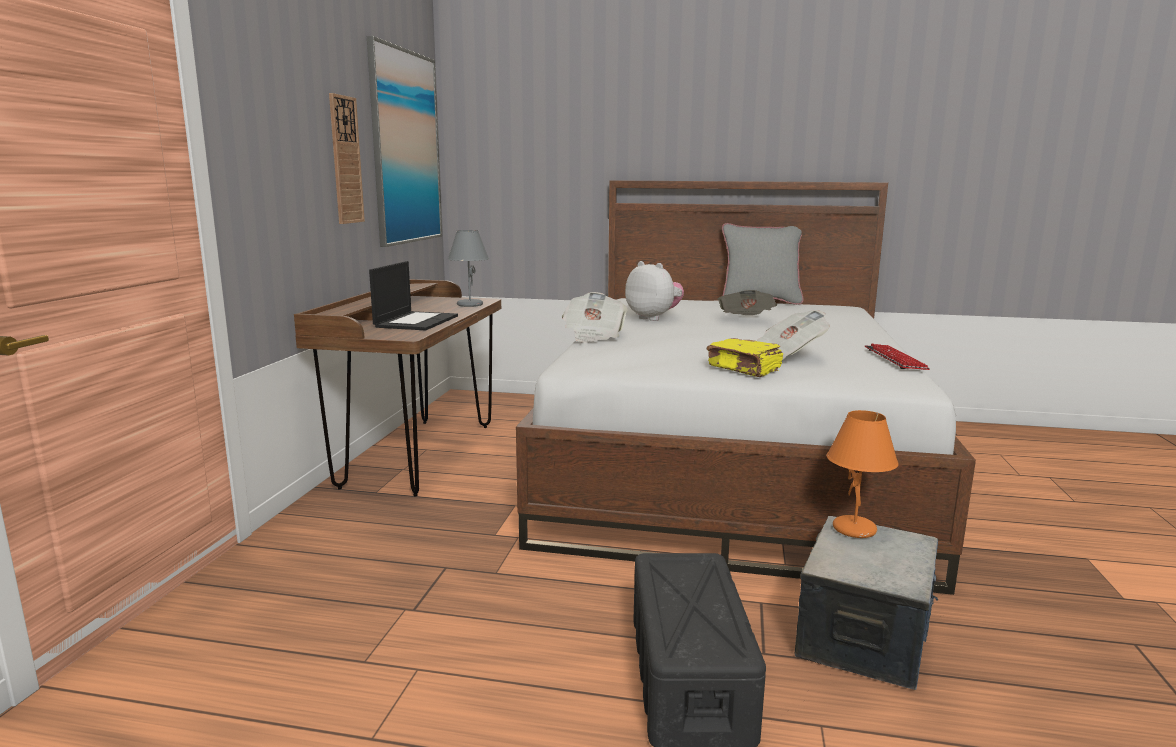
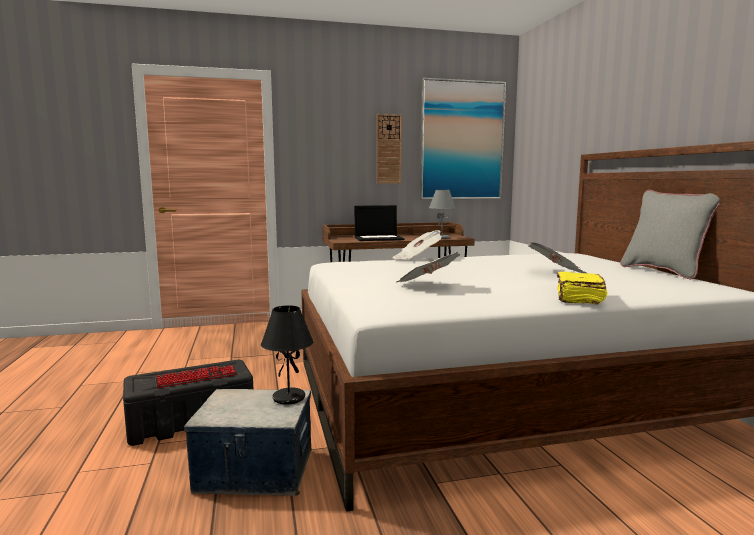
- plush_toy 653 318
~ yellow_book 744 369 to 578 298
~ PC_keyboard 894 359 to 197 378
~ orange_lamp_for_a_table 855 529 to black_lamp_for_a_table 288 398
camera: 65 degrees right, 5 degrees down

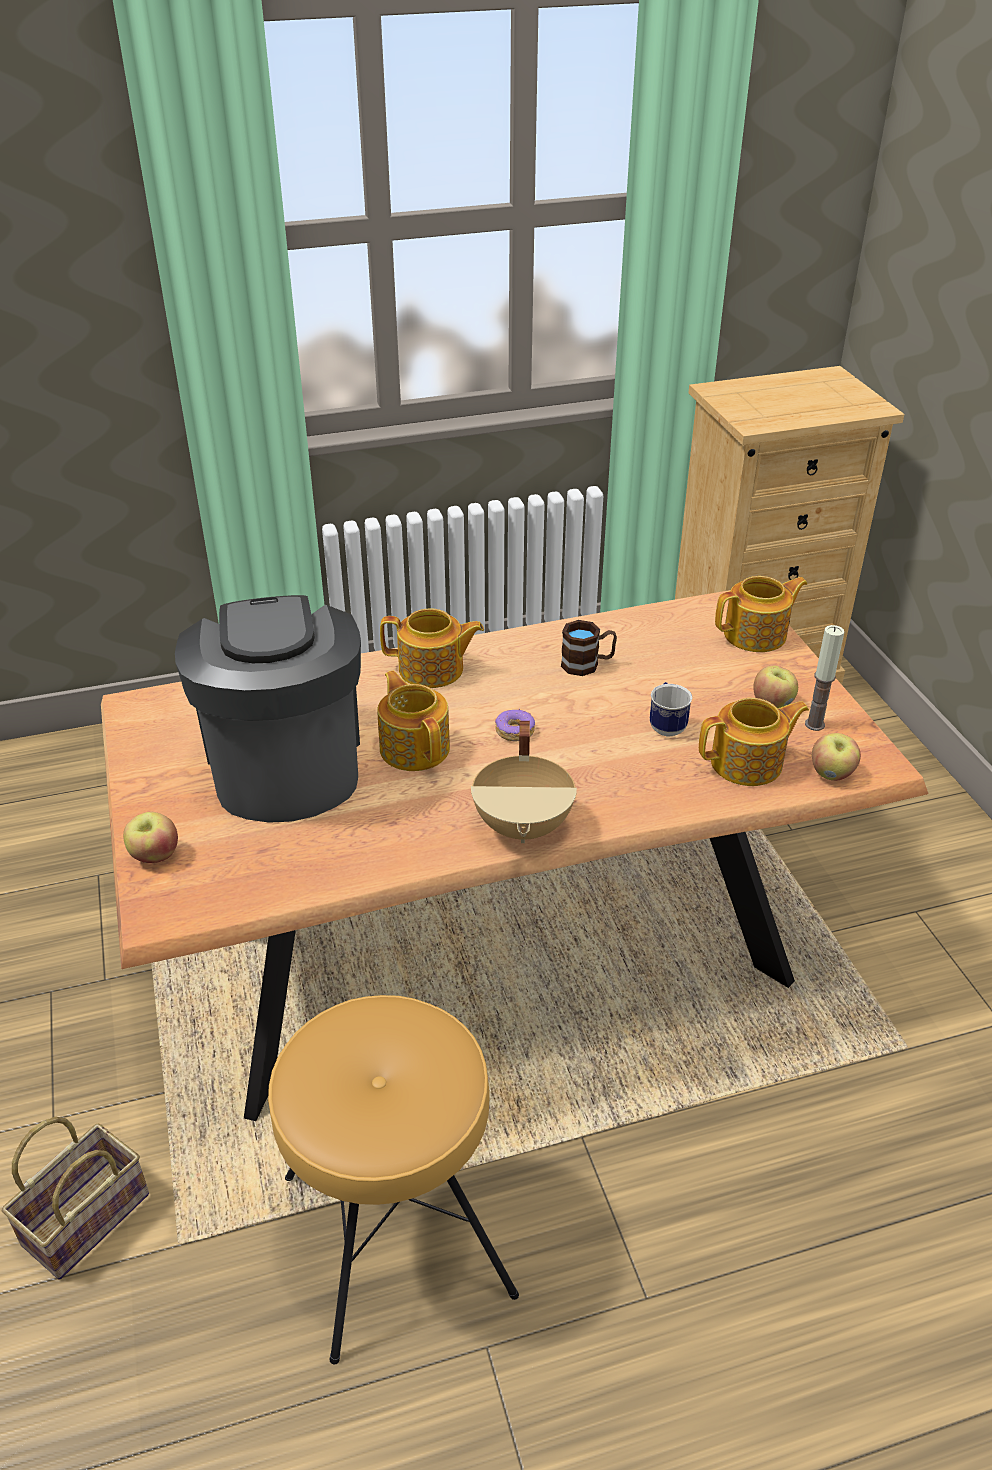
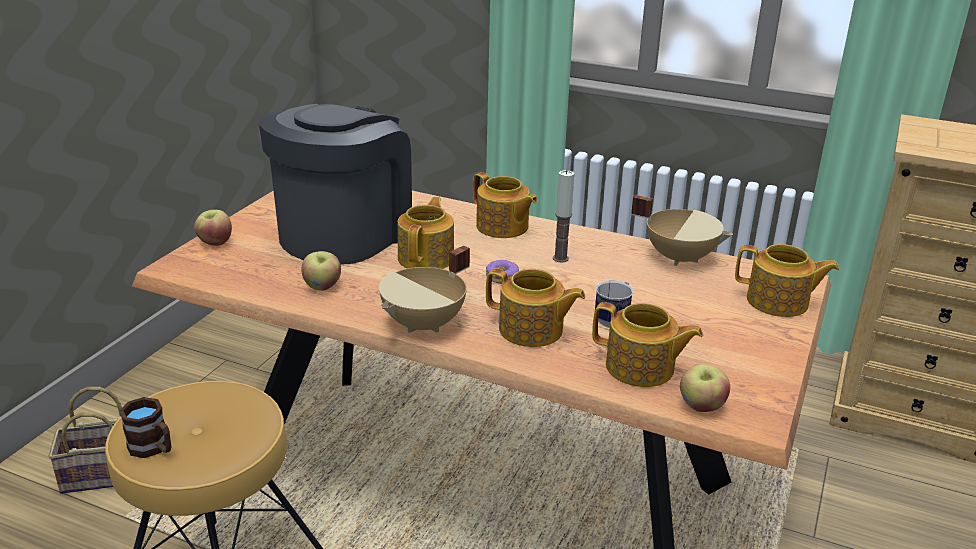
+ pot_for_tea 532 330
+ beige-coloured_saucepot 679 257
~ brownish_coffee_mug 587 664 to 153 448
~ whole_apple 772 704 to 322 286
~ wax_candle 814 724 to 560 258
camera: 40 degrees right, 10 degrees down

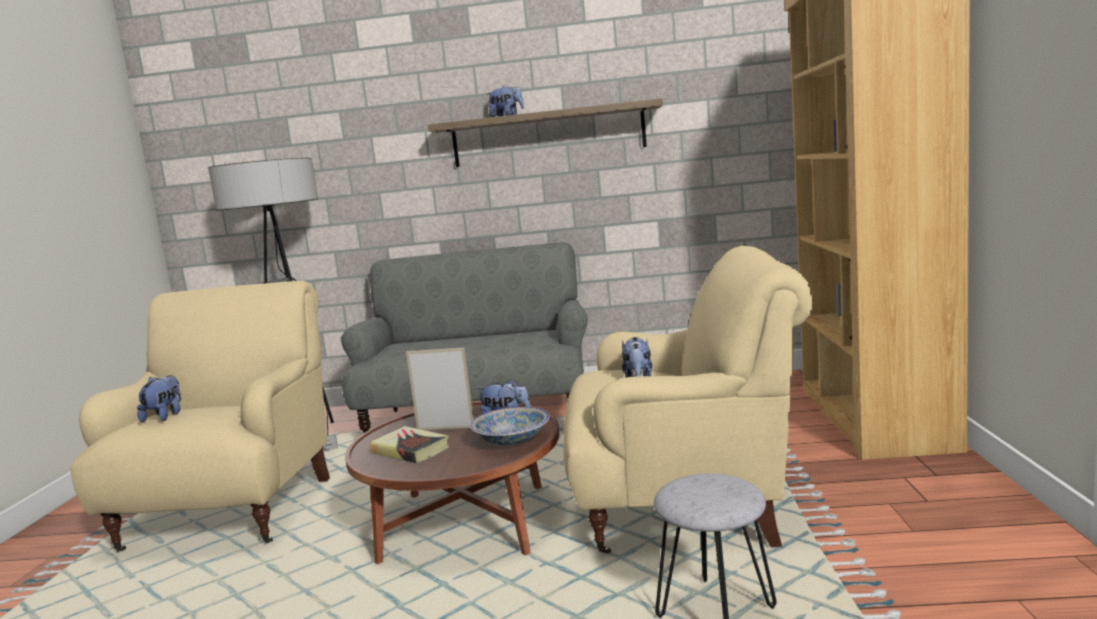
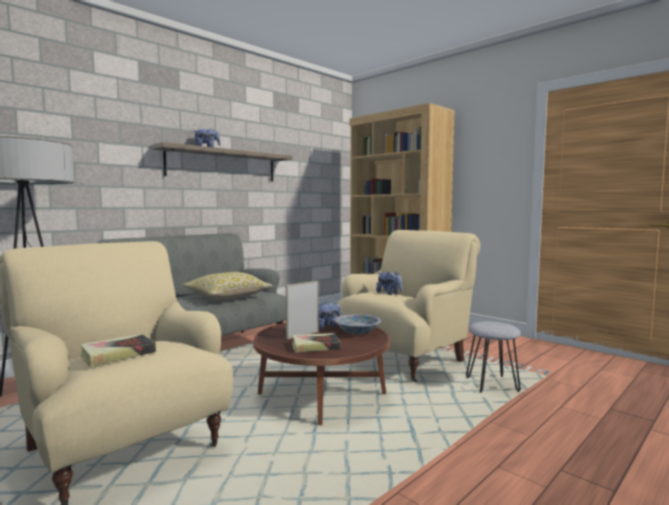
+ pillow 227 297
~ plush_toy 164 416 to book 118 354
camera: 50 degrees left, 5 degrees down

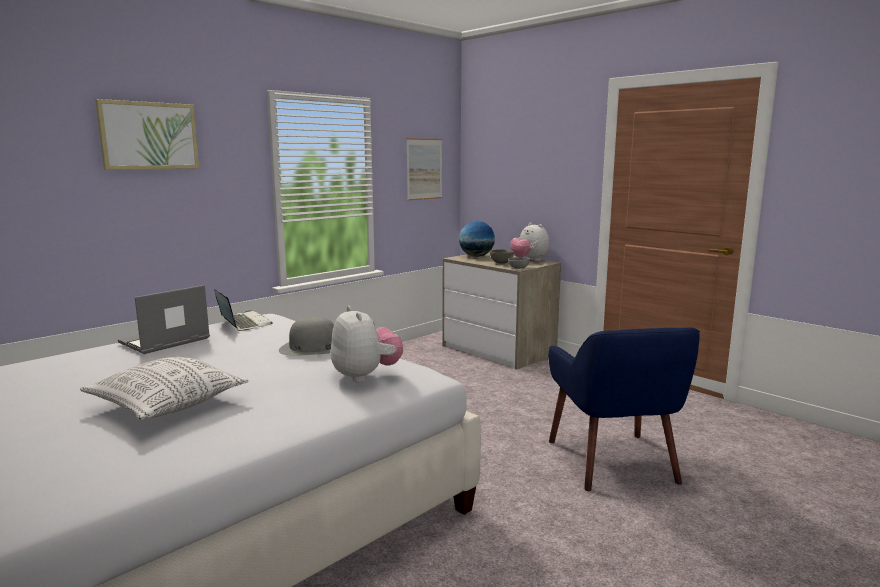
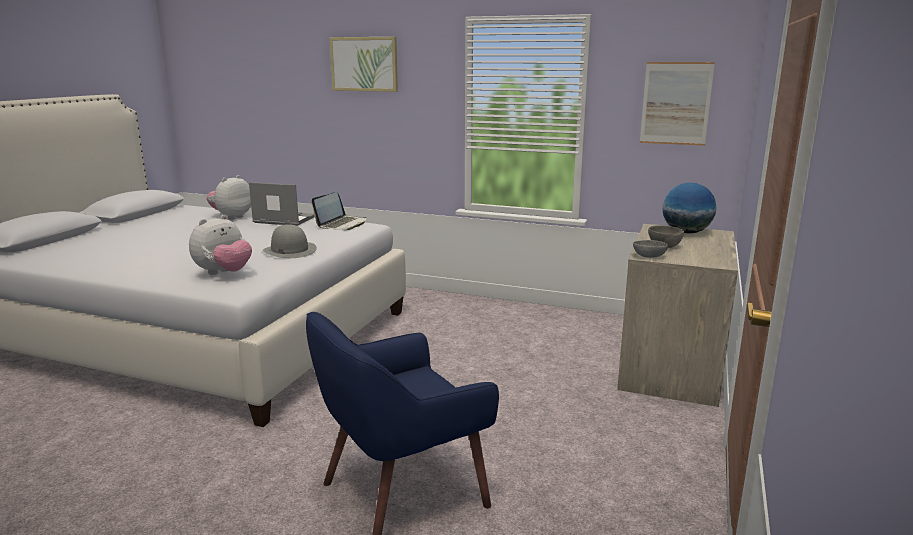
- pillow 167 405
~ plush_toy 529 260 to 231 217
camera: 65 degrees right, 5 degrees up

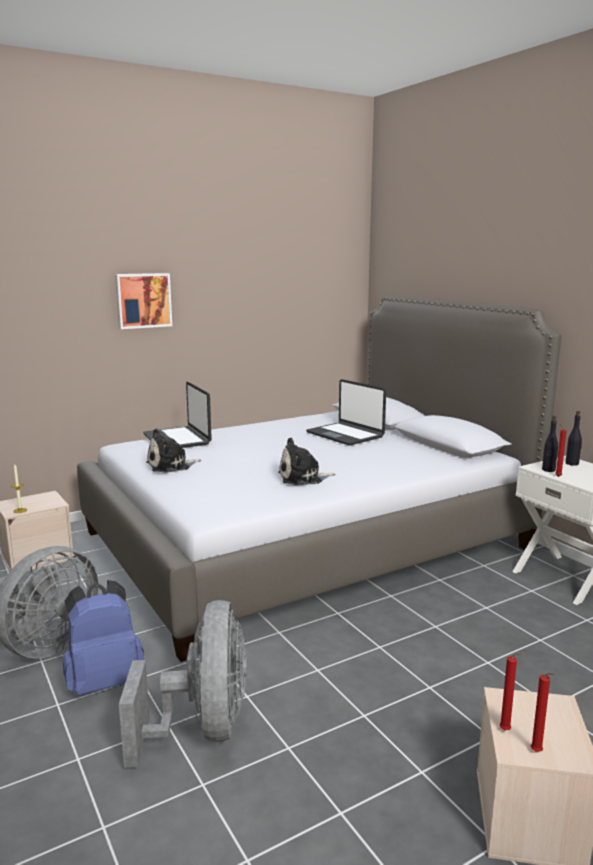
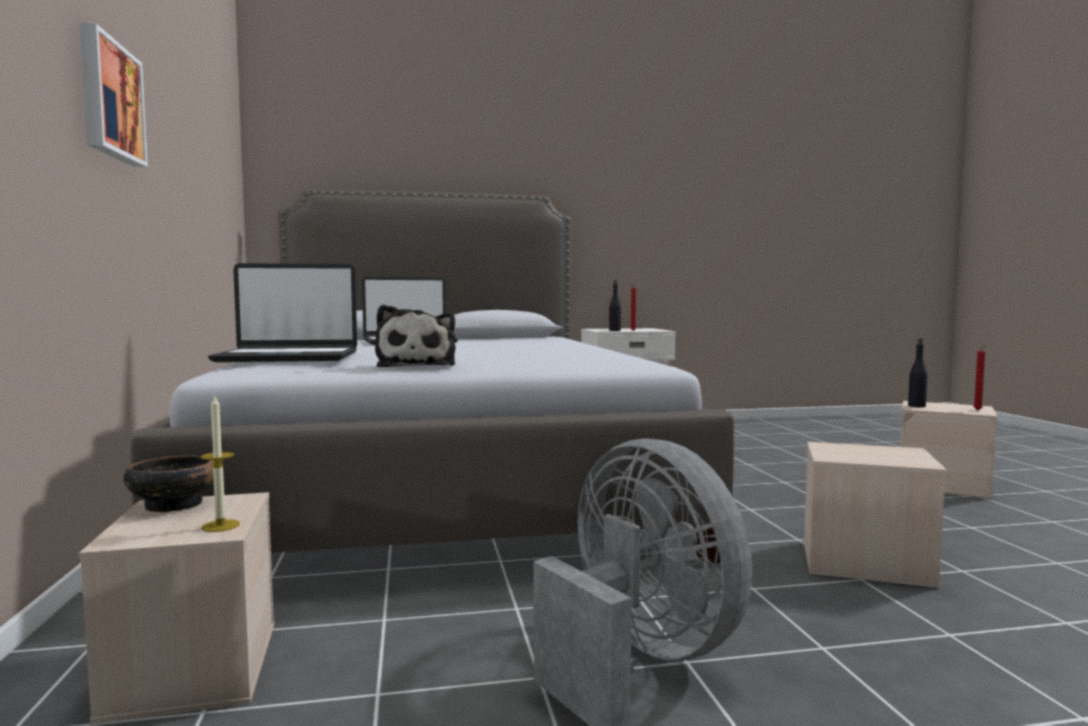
- bluish_backpack 105 681
- plush_toy 303 478
- red_wax_candle 506 731
+ serving_bowl 172 505
~ black_drink_bottle 572 463 to 916 406
~ grey_cooling_fan 203 728 to beige-coloured_storage_bin 864 563
camera: 70 degrees left, 10 degrees down

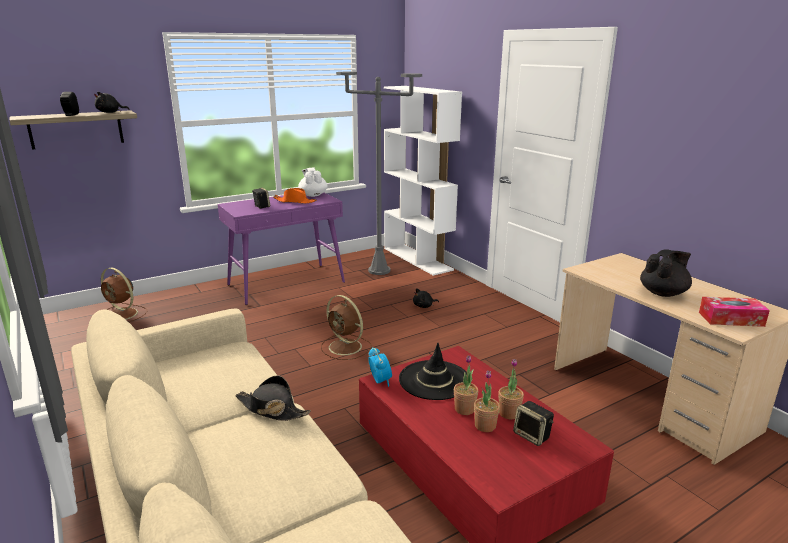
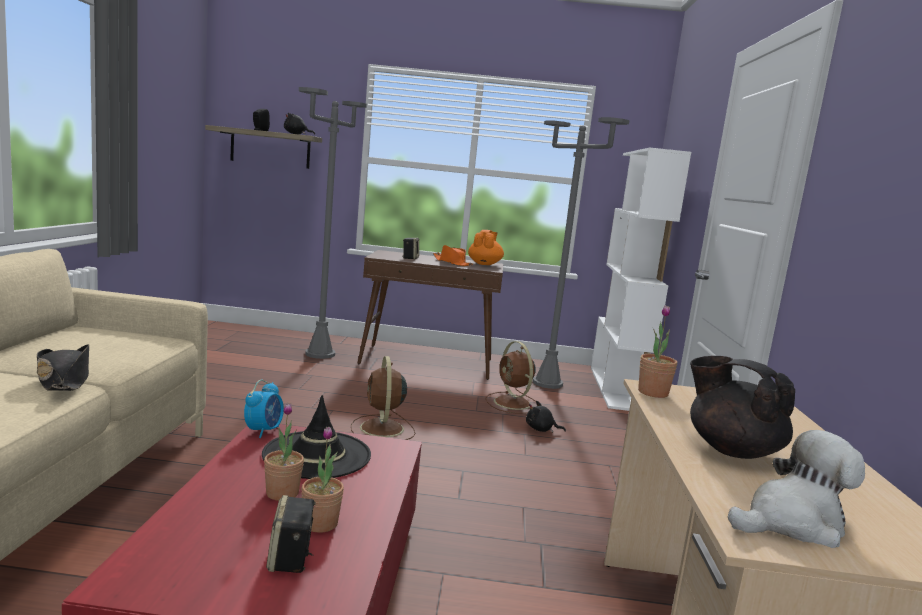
+ grey_standard_lamp 320 354
~ brownish_cooling_fan 123 315 to 513 403
~ houseplant 485 426 to 653 393
~ tissue_holder 731 319 to plush_toy 791 523
~ purplish_console_table 287 283 to brownish_console_table 428 362
~ white_pot_for_tea 313 195 to orange_pot_for_tea 484 264
~ black_pot_for_tea 663 293 = 731 450 135 degrees counterclockwise
camera: 35 degrees right, 10 degrees down

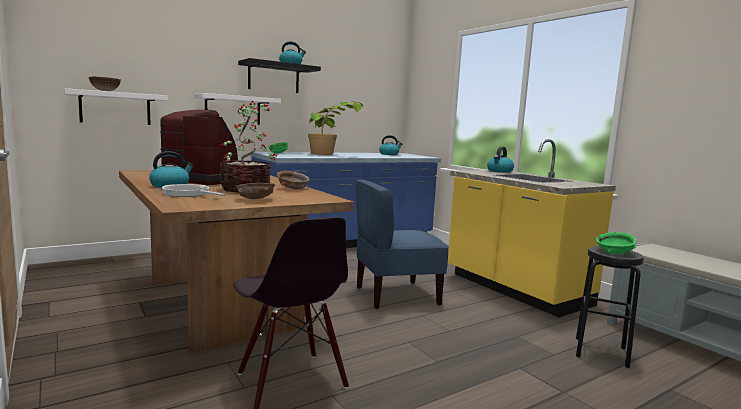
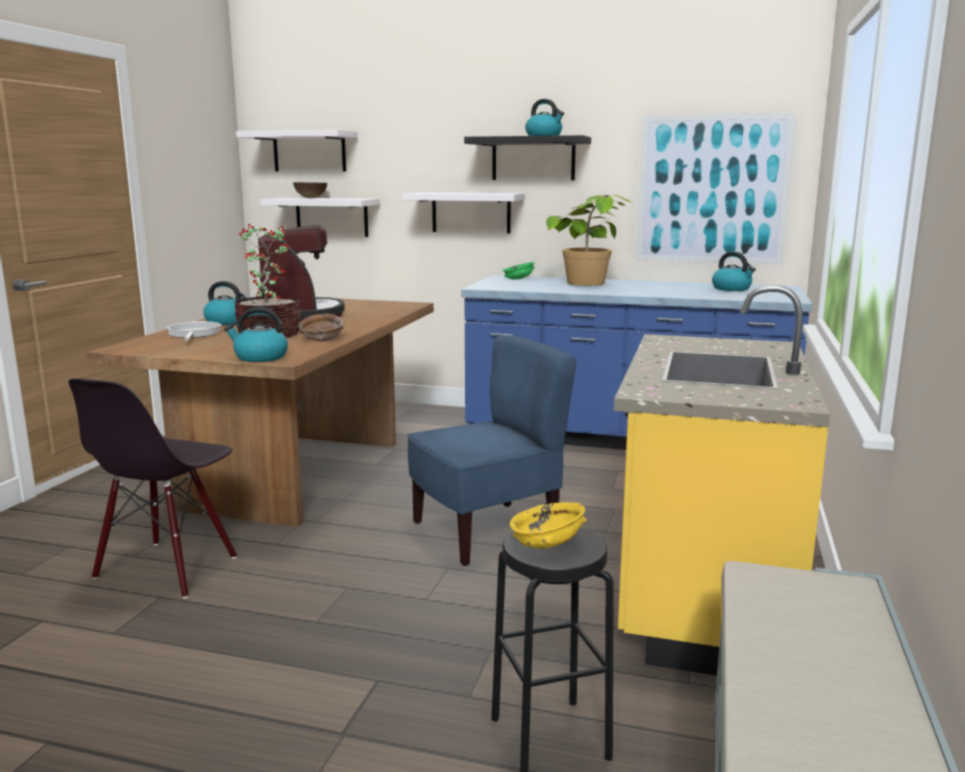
- brownish_serving_bowl 256 199
+ white_wall_shelf 309 151
+ wall_picture 712 189
~ water_kettle 499 171 to 260 357
~ greenish_serving_bowl 614 252 to yellow_serving_bowl 547 543
~ bluish_chair 396 295 = 486 532 120 degrees clockwise
camera: 50 degrees right, 5 degrees up

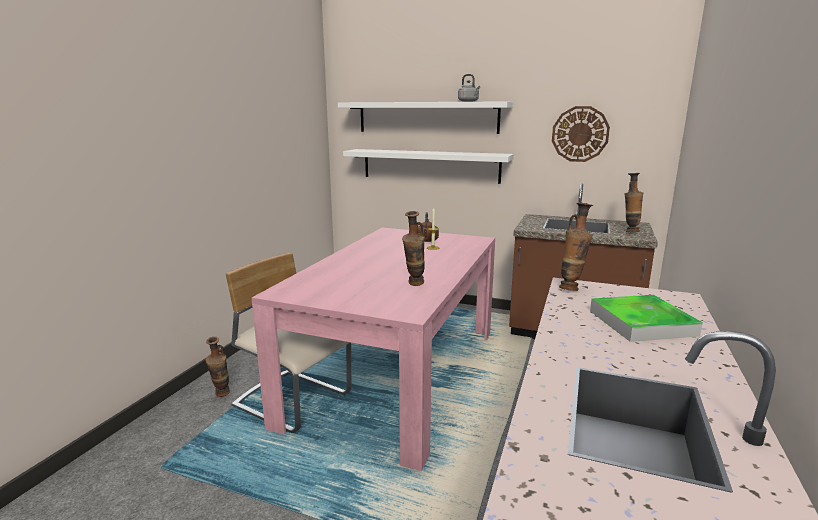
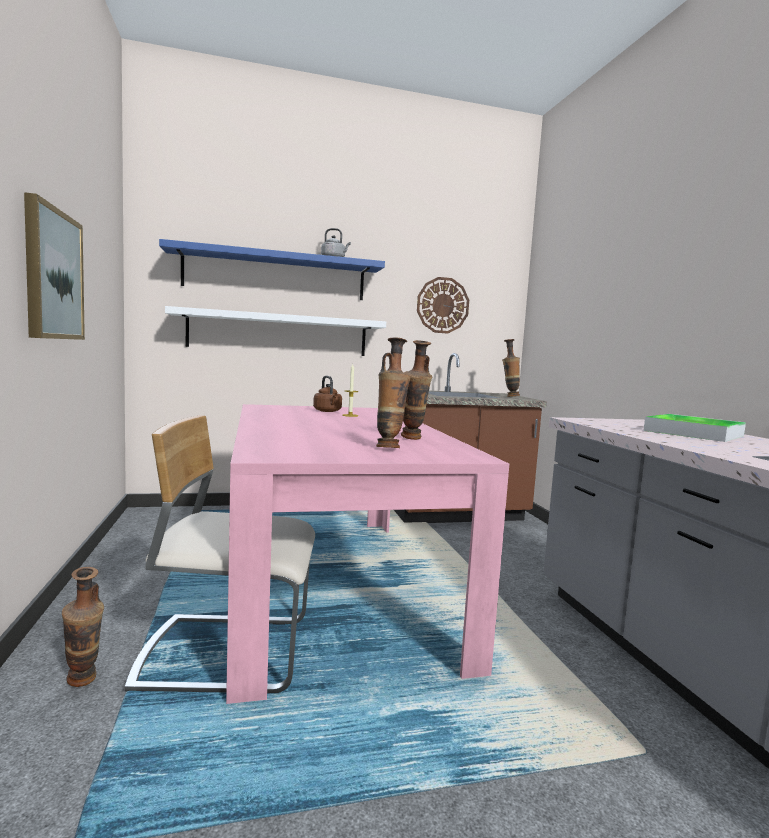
+ wall_picture 52 275
~ flower_vase 572 288 to 389 448
~ white_wall_shelf 427 117 to bluish_wall_shelf 275 275
camera: 35 degrees left, 10 degrees down

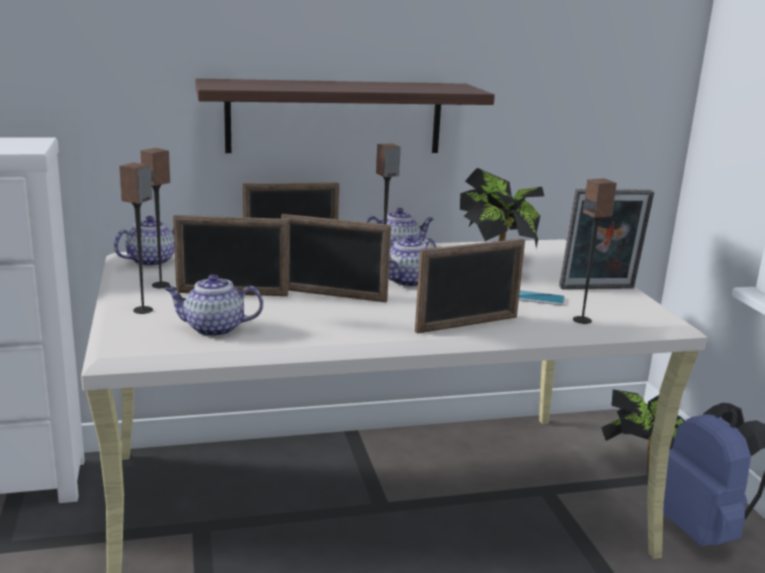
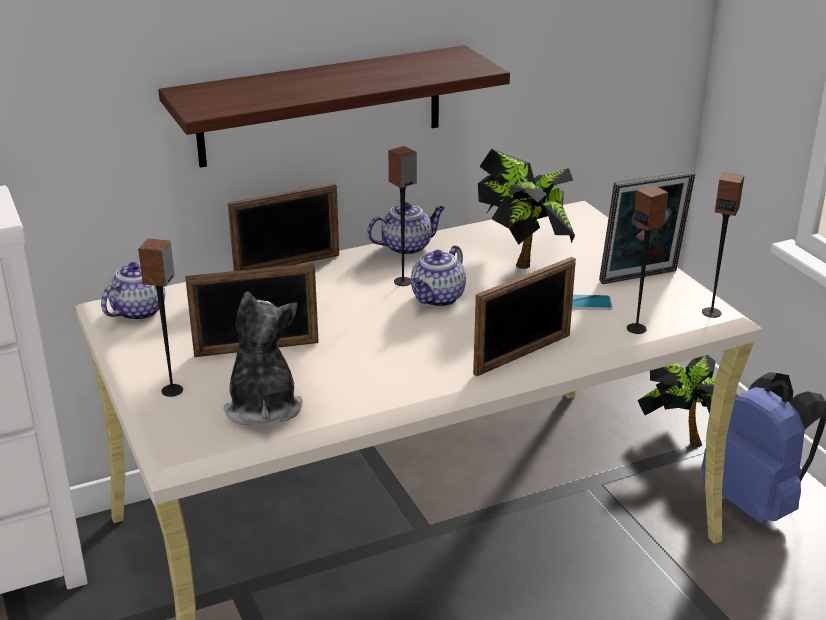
- standing_frame 333 295
~ speaker 161 285 to 711 312
~ pot_for_tea 213 329 to plush_toy 262 406
camera: 10 degrees left, 10 degrees up

